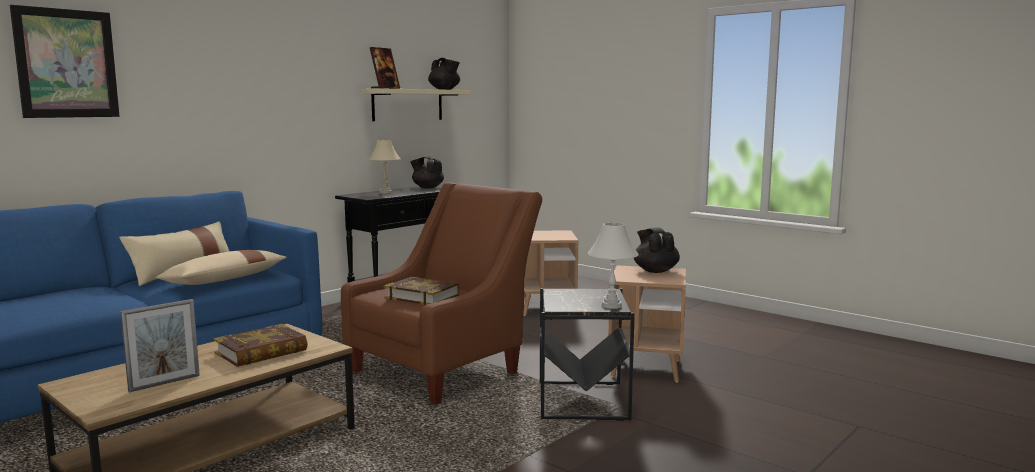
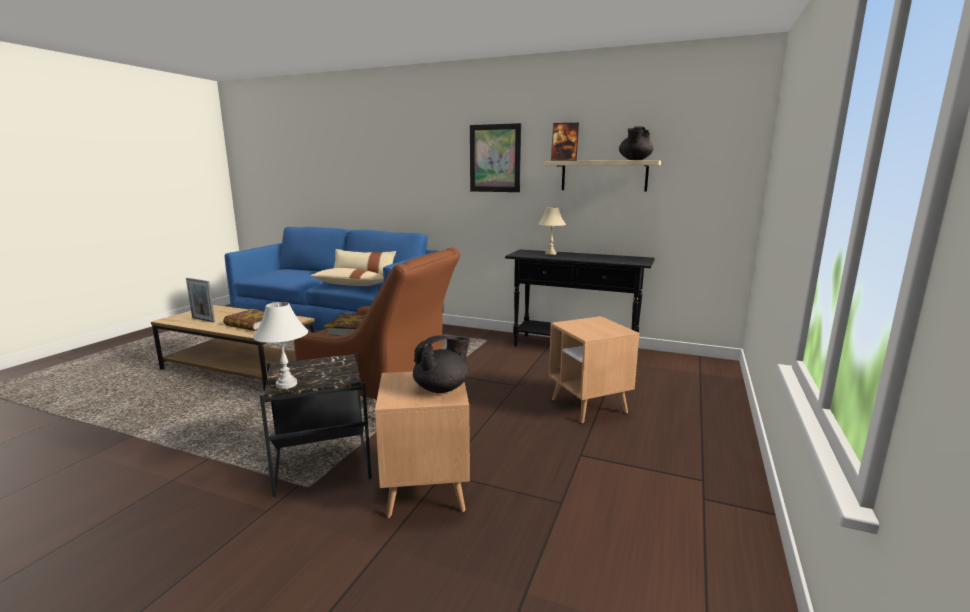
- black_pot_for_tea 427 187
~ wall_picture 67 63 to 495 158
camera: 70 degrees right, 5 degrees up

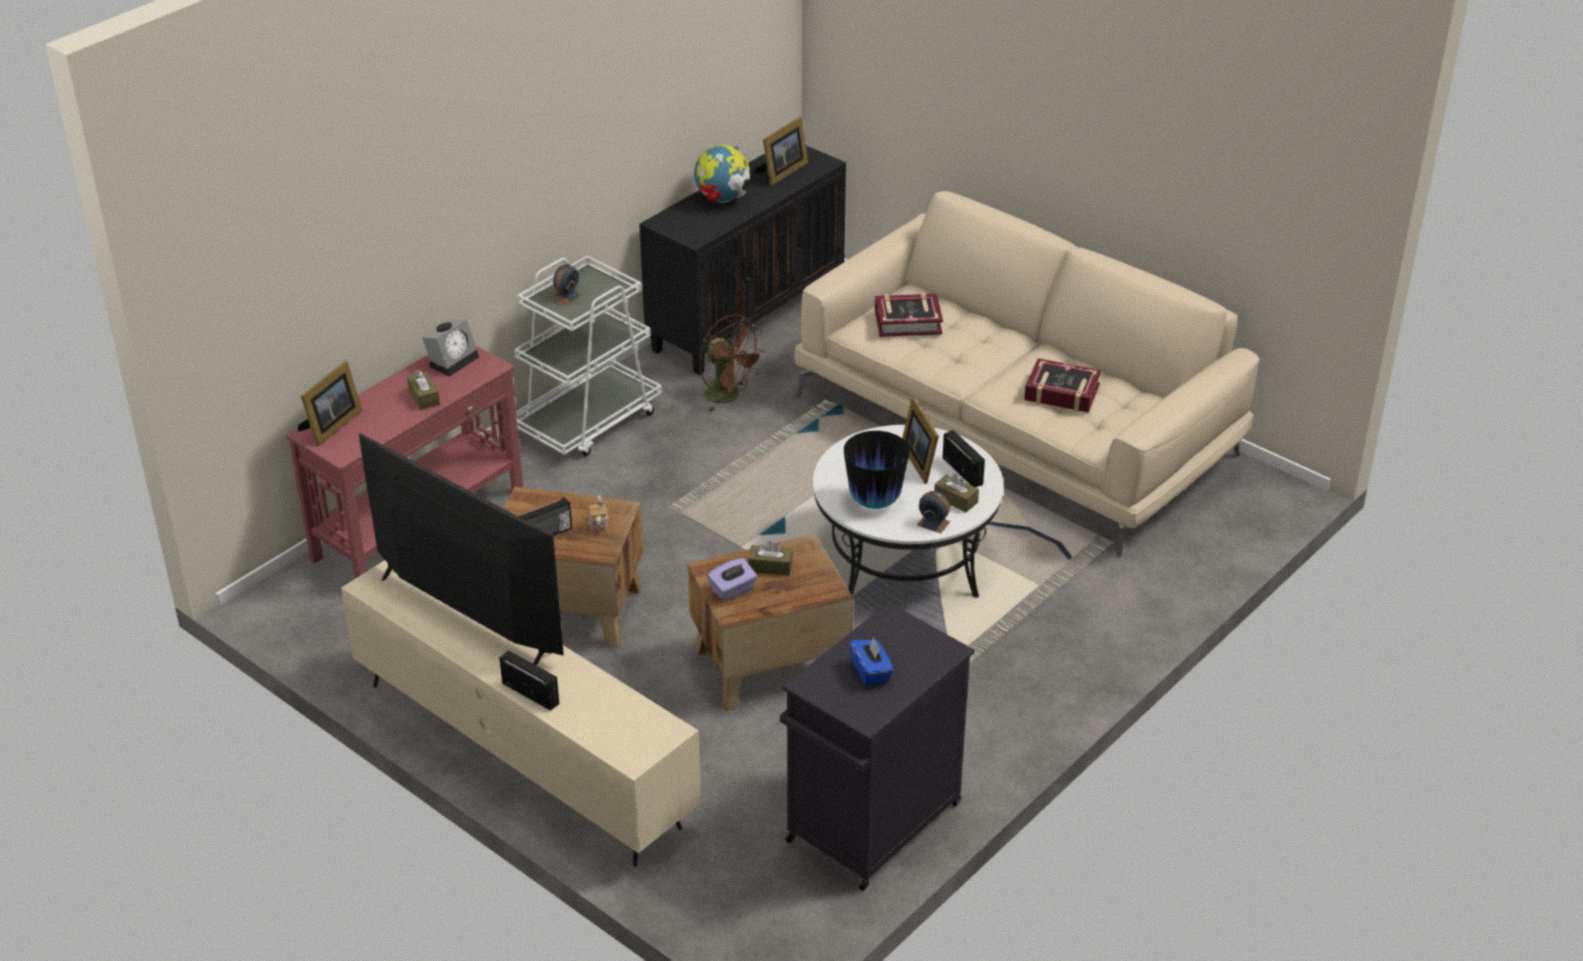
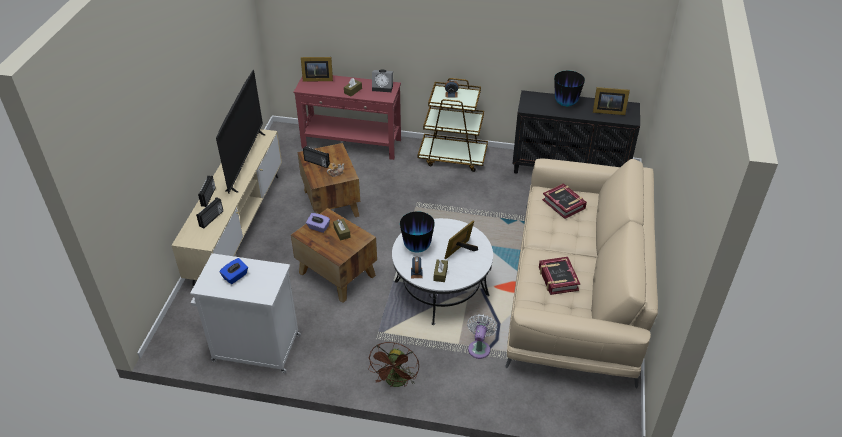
+ white_cooling_fan 479 347
~ brownish_cooling_fan 729 396 to 396 382
~ radio_receiver 963 471 to 212 219
~ world_globe 722 199 to flower_vase 565 103
~ white_trolley 589 421 to brownish_trolley 453 157
~ black_storage_cabinet 871 825 to white_storage_cabinet 254 348
camera: 60 degrees right, 5 degrees up

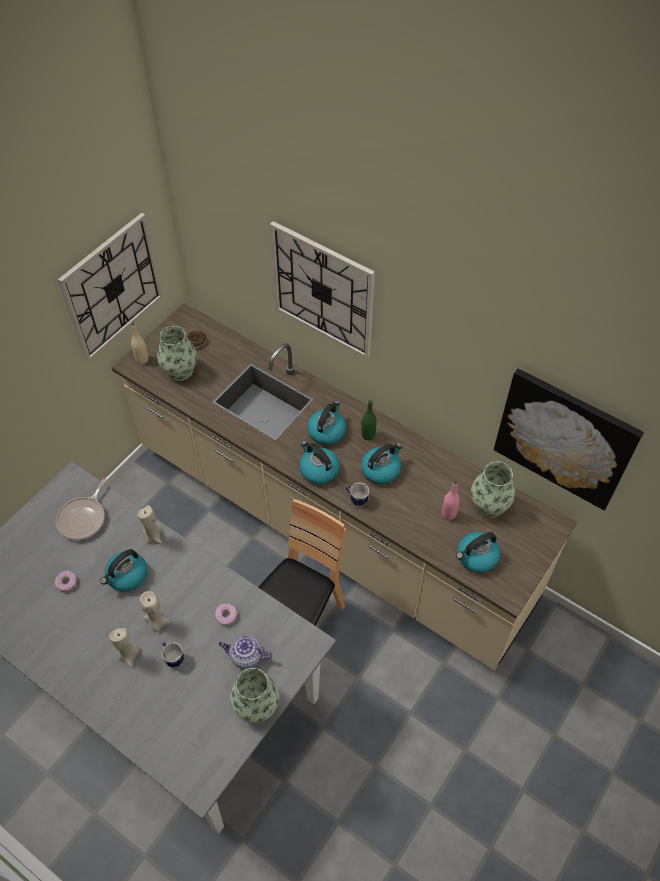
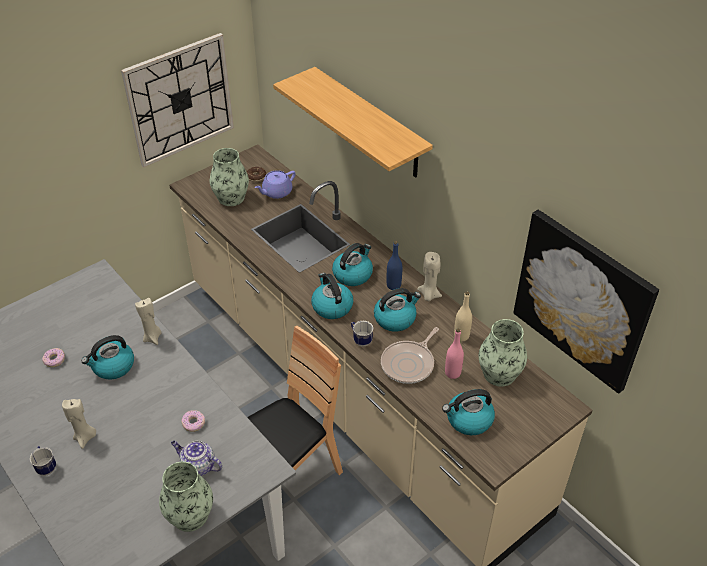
+ purplish_pot_for_tea 276 192
~ pan 83 518 to 409 363
~ beige-coloured_drink_bottle 142 359 to 461 336
~ beige-coloured_wax_candle 157 622 to 429 295
~ coffee_mug 173 658 to 46 467
~ hanging_clock 323 290 to wall_shelf 370 123
~ greenish_drink_bottle 368 435 to bluish_drink_bottle 393 285
camera: 15 degrees right, 10 degrees down

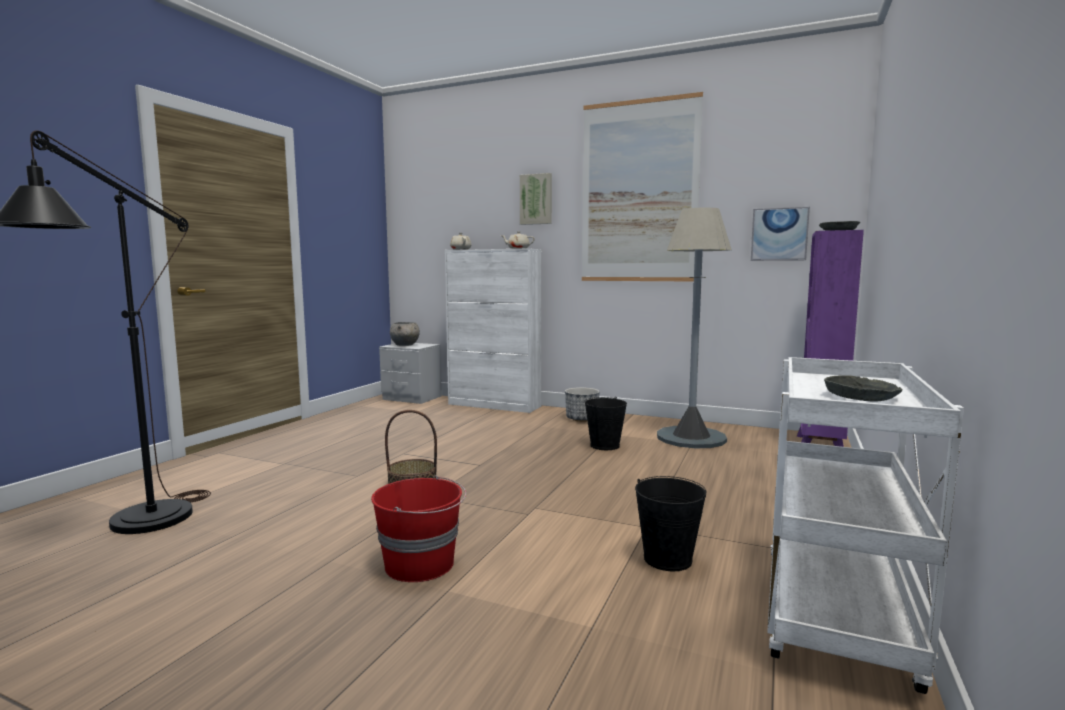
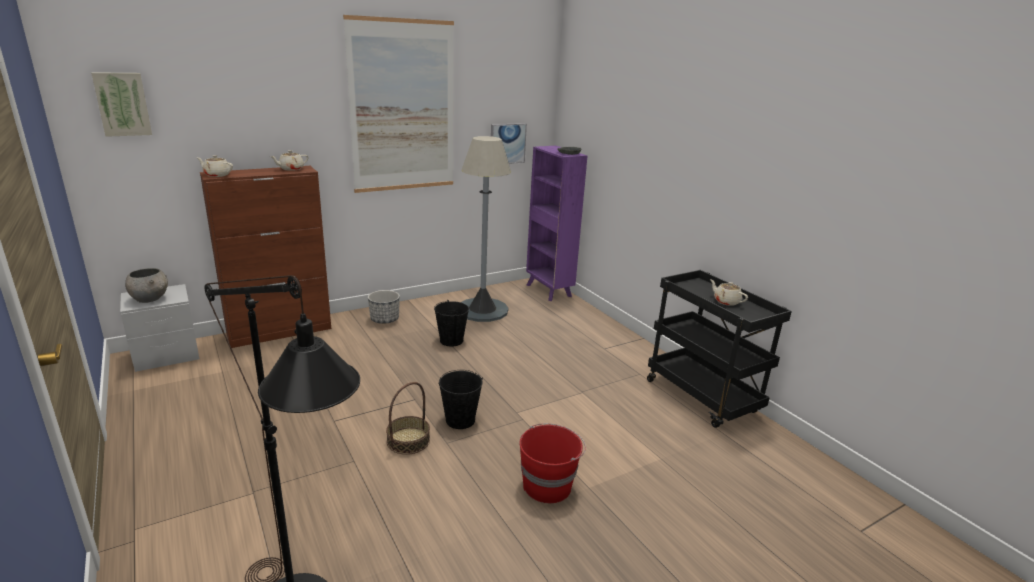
~ wall_picture 536 199 to 122 104
~ black_bucket 667 559 to 460 420
~ grey_serving_bowl 862 396 to beige-coloured_pot_for_tea 726 301
~ white_storage_cabinet 494 405 to brownish_storage_cabinet 280 331
~ white_trolley 838 619 to black_trolley 703 398
camera: 55 degrees left, 15 degrees up

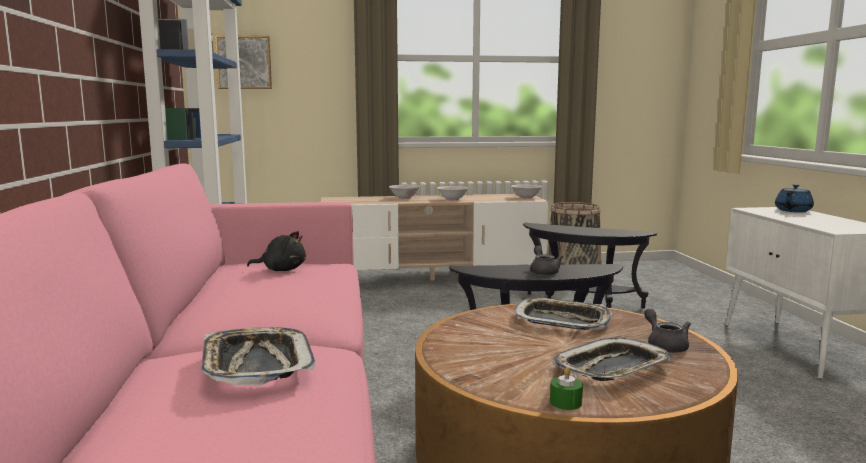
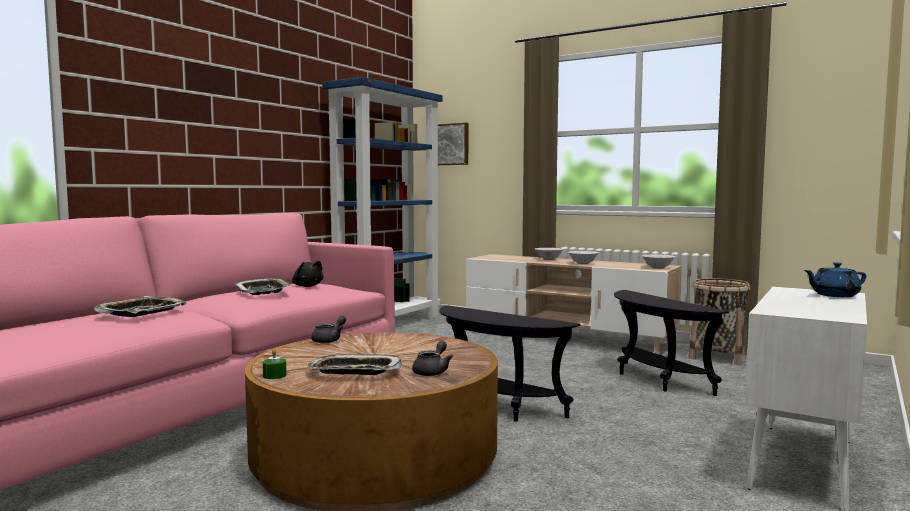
~ tray 562 320 to 263 291
~ grey_pot_for_tea 543 271 to 329 340
camera: 40 degrees right, 5 degrees down

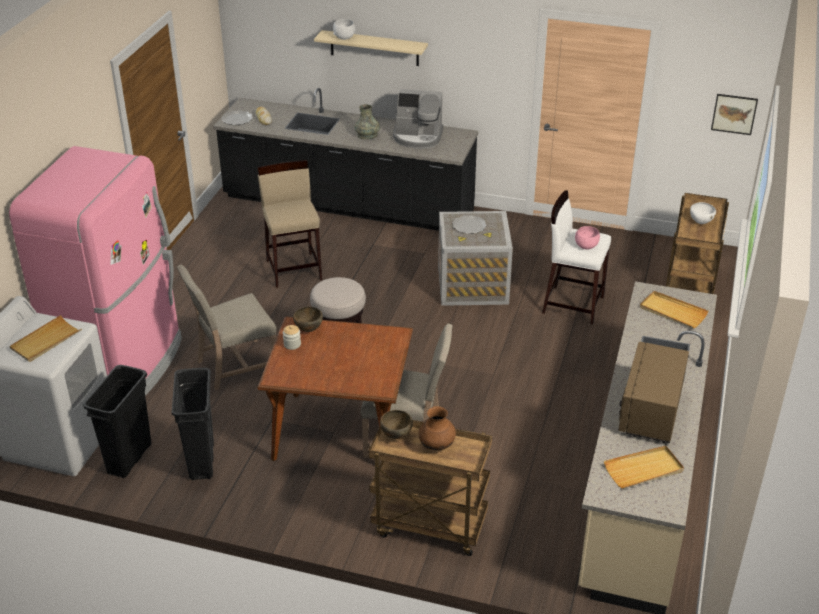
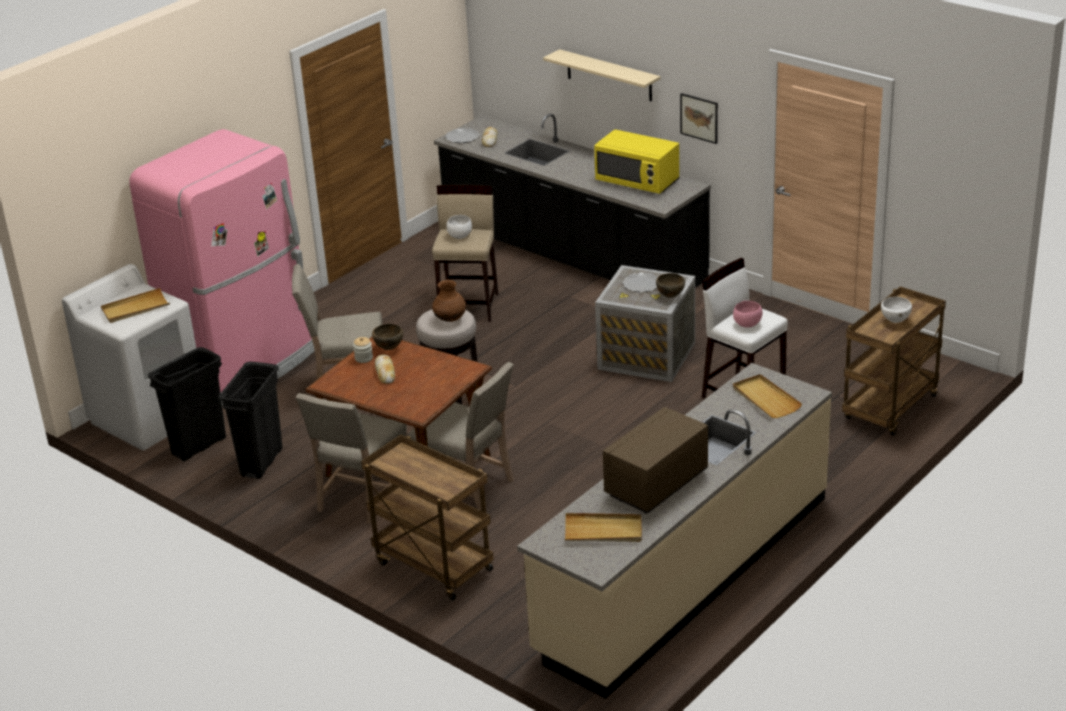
- grey_flower_vase 367 135
+ beige-coloured_chair 361 496
+ bakery_bread 385 373
~ white_serving_bowl 344 37 to 460 236
~ brownish_serving_bowl 396 436 to 670 296
~ brownish_flower_vase 437 445 to 450 319
~ wall_picture 734 114 to 699 118
~ coffee_maker 418 137 to yellow_microwave_oven 638 182
camera: 25 degrees right, 5 degrees down

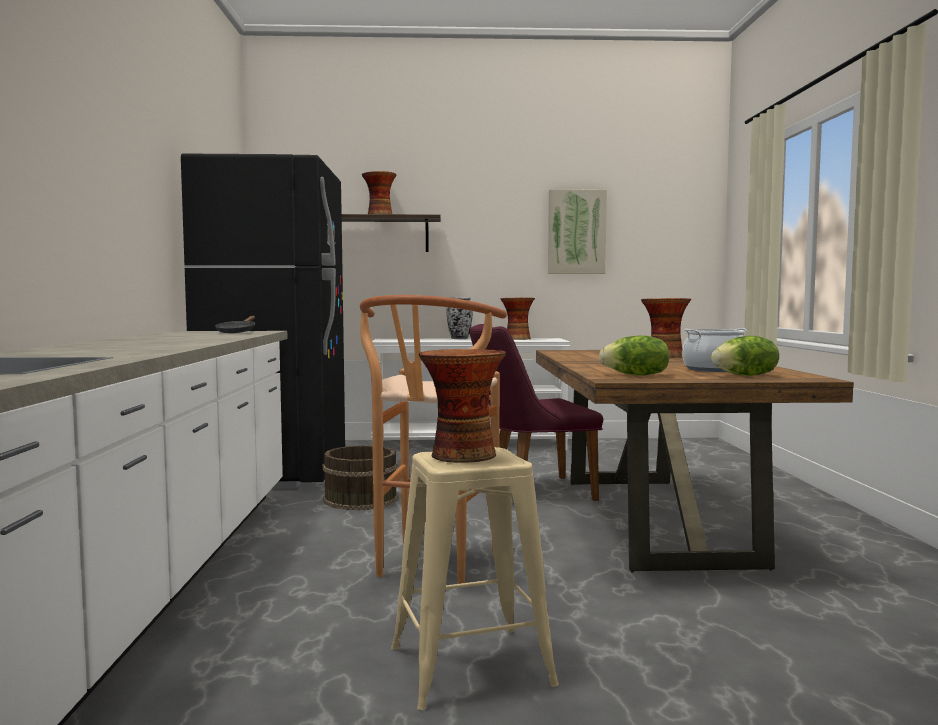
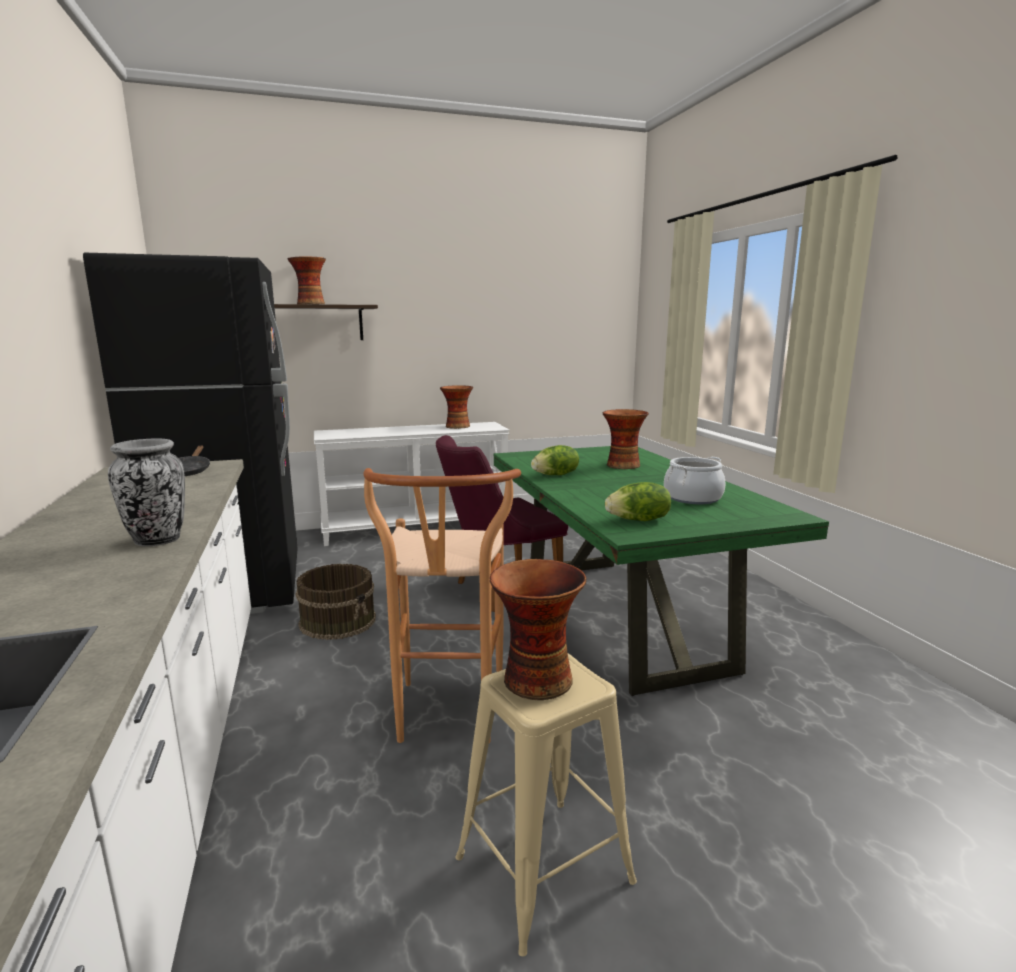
- wall_picture 576 232
~ flower_vase 459 338 to 157 541
~ lettuce 746 375 to 556 475
~ brownish_kitchen_table 654 520 to greenish_kitchen_table 621 618
camera: 15 degrees left, 10 degrees up

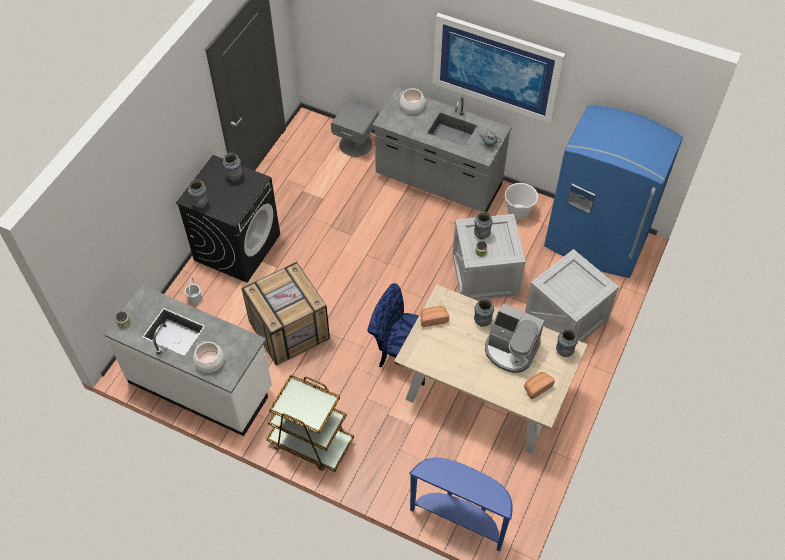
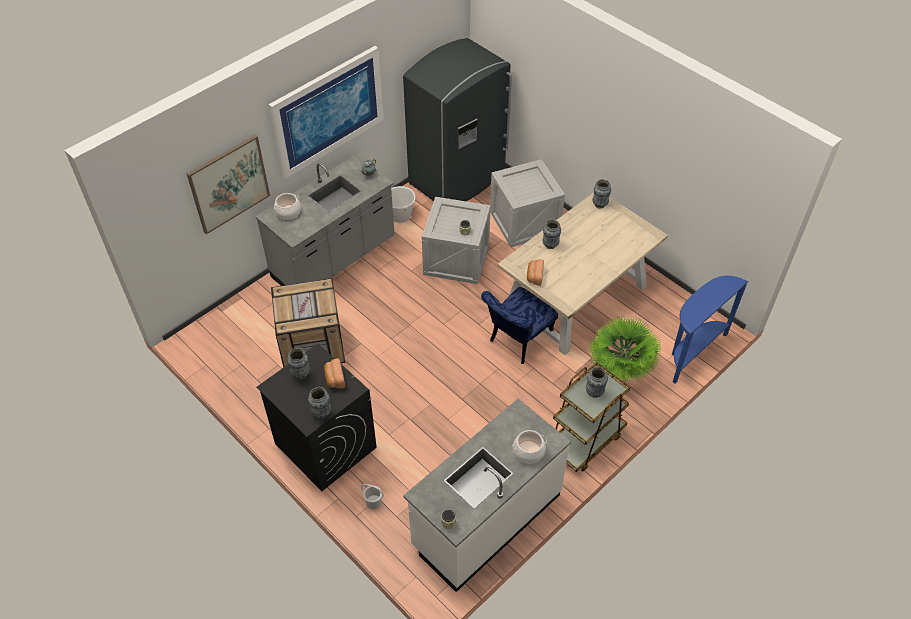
- grey_bedside_table 355 143
- coffee_maker 510 350
+ wall_picture 229 184
+ houseplant 620 370
~ packing_crate 290 329 to 311 343
~ flower_vase 481 235 to 594 392
~ bakery_bread 537 387 to 334 378
~ bluish_refrigerator 595 242 to grey_refrigerator 458 179
camera: 70 degrees left, 5 degrees down

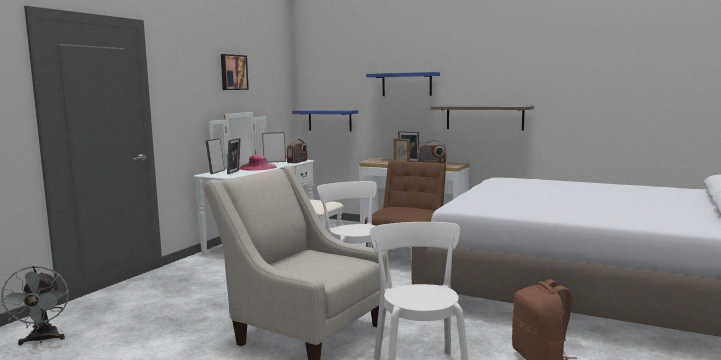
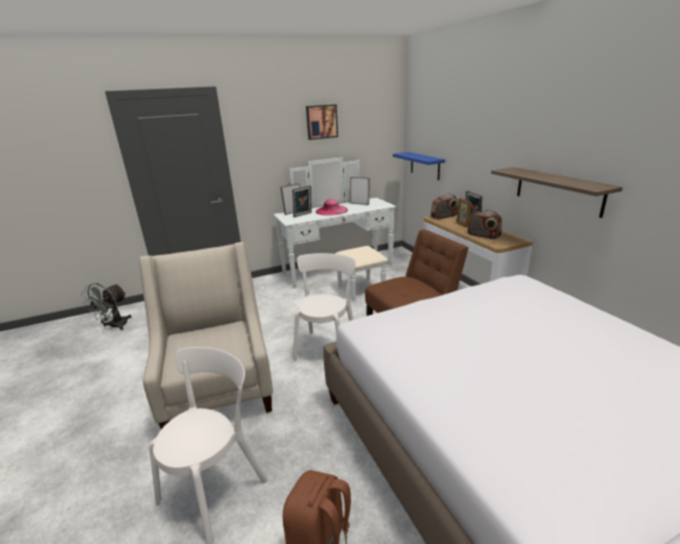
- bluish_wall_shelf 406 84
~ radio_receiver 297 162 to 444 217
camera: 40 degrees right, 15 degrees up

